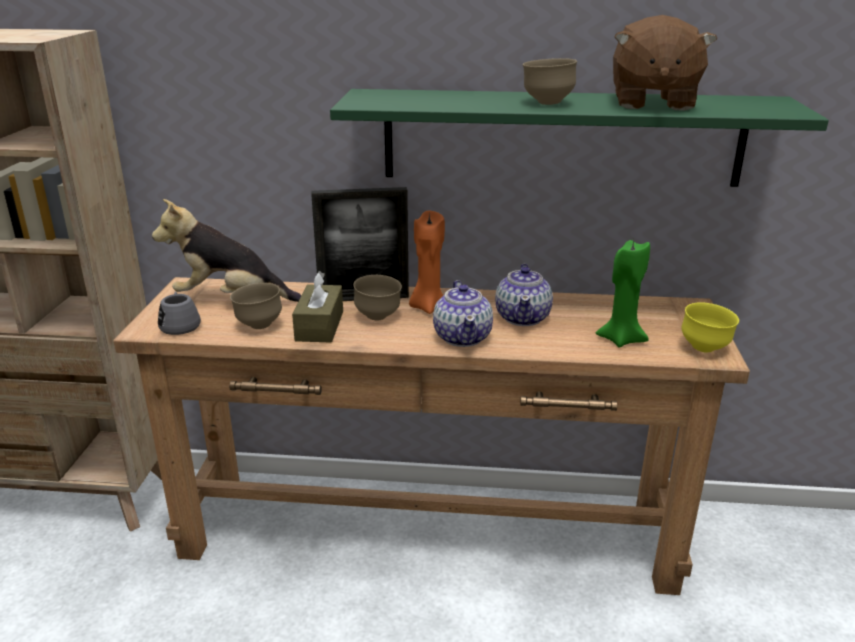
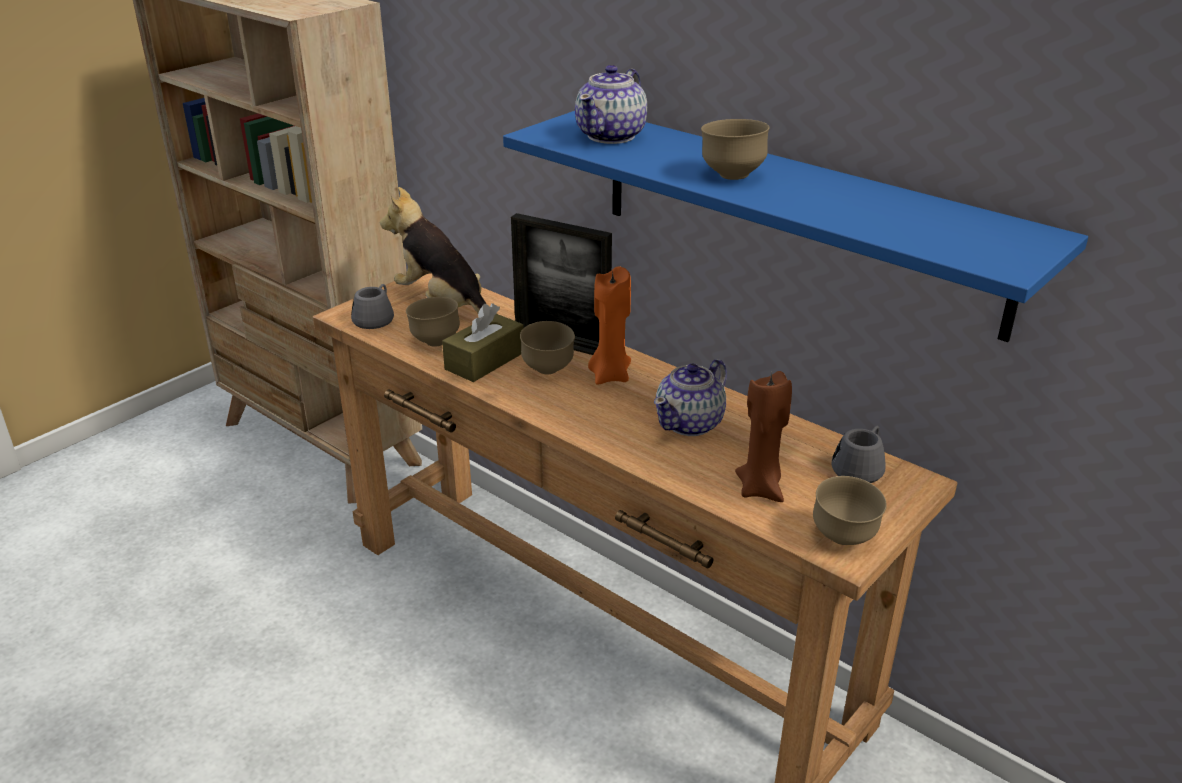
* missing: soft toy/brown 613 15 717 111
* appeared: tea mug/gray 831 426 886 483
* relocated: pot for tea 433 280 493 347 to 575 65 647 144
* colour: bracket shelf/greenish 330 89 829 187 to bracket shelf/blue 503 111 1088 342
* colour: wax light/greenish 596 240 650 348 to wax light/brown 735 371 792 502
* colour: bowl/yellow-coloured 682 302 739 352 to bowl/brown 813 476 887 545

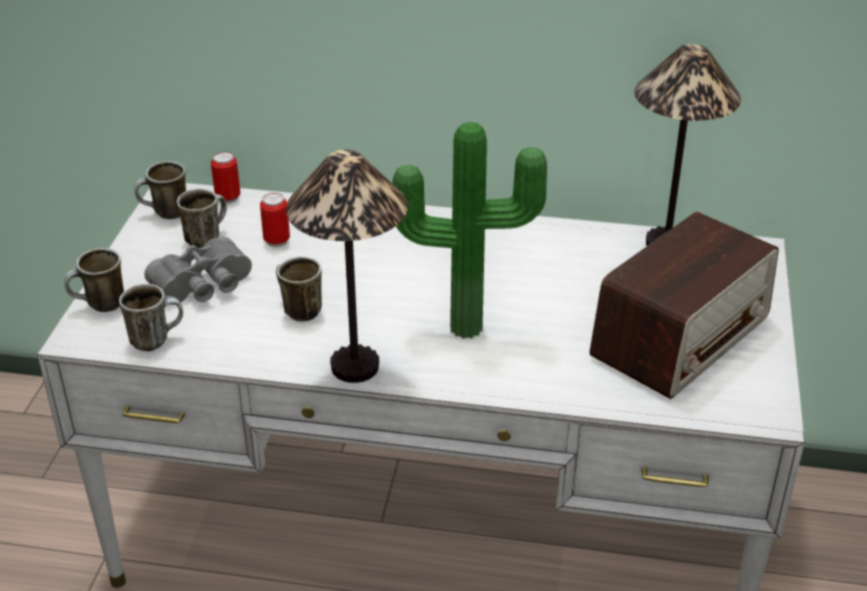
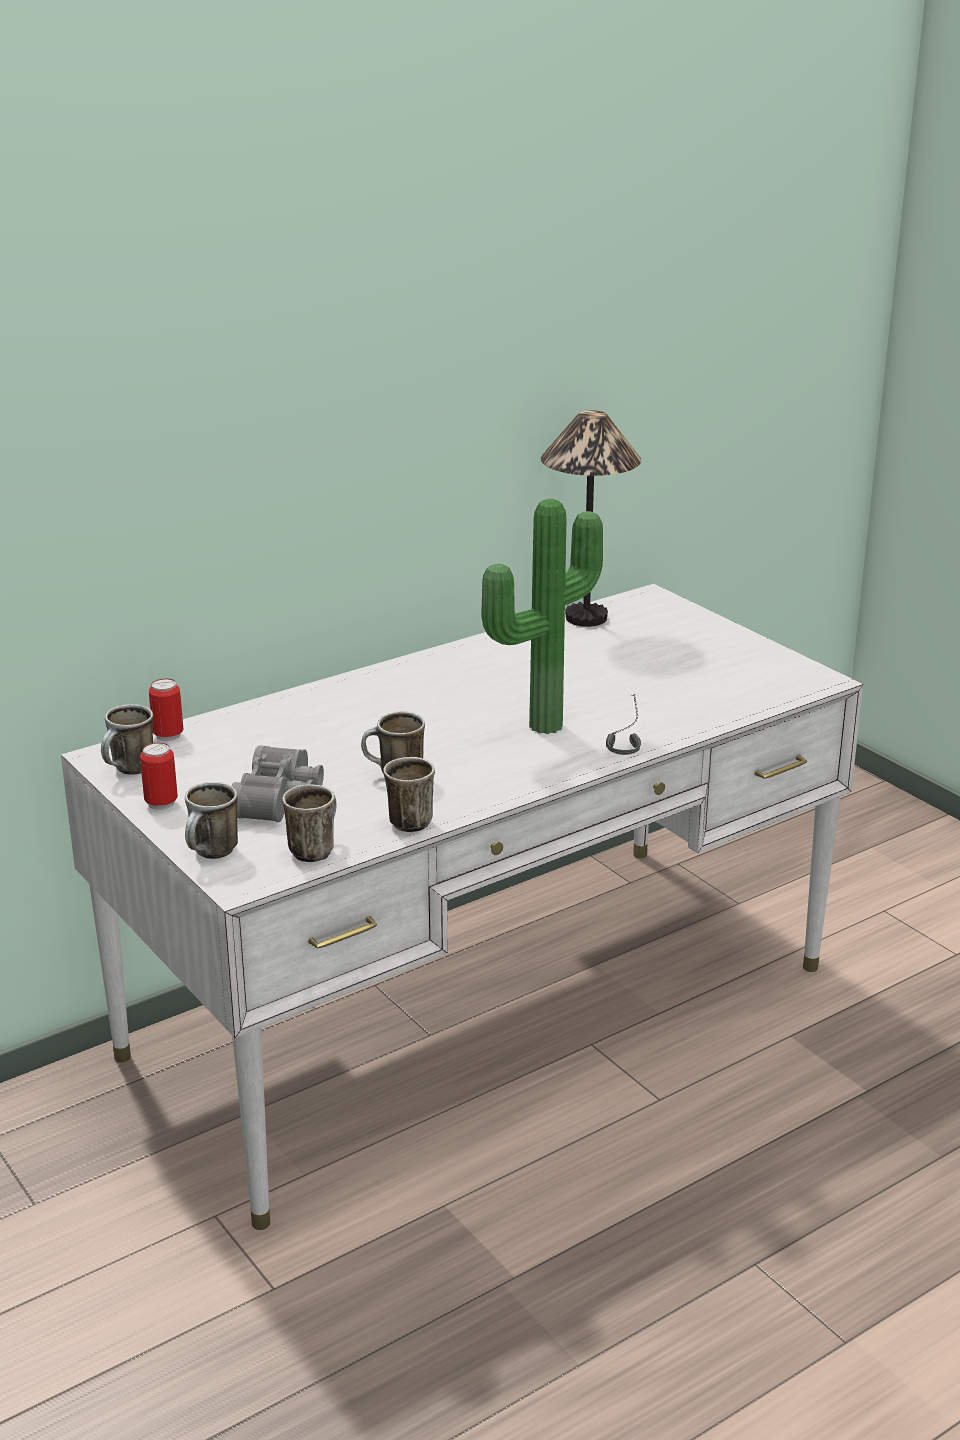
* missing: lamp for a table 286 150 408 383
* missing: radio receiver 589 212 779 399
* appeared: headphones 606 694 641 755
* relocated: tea mug 177 189 227 248 to 383 757 435 833
* relocated: can 260 193 290 247 to 140 743 178 810

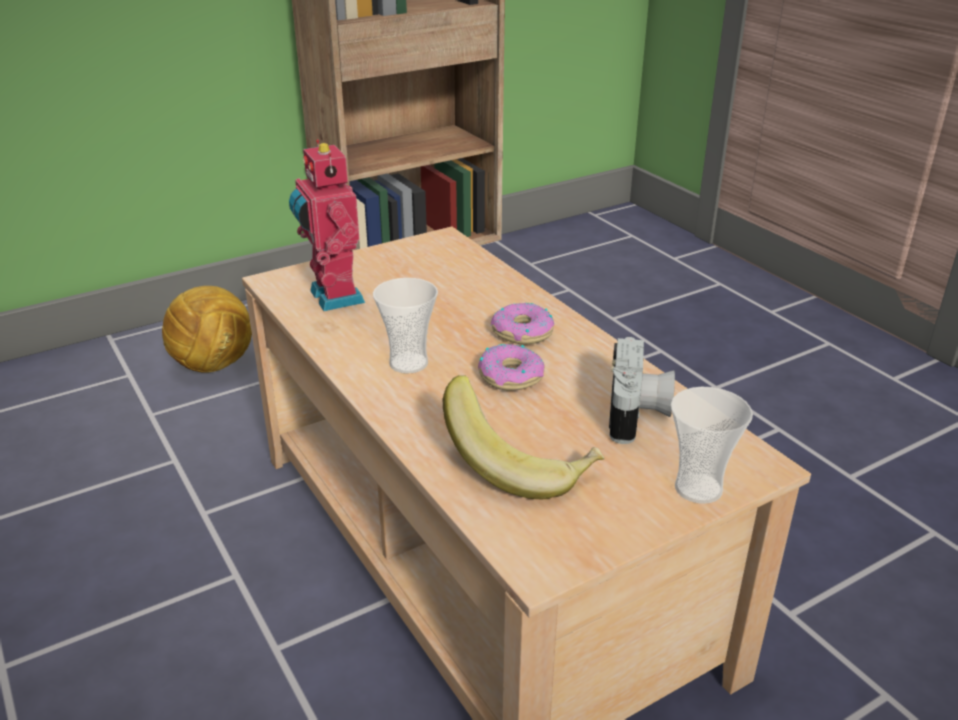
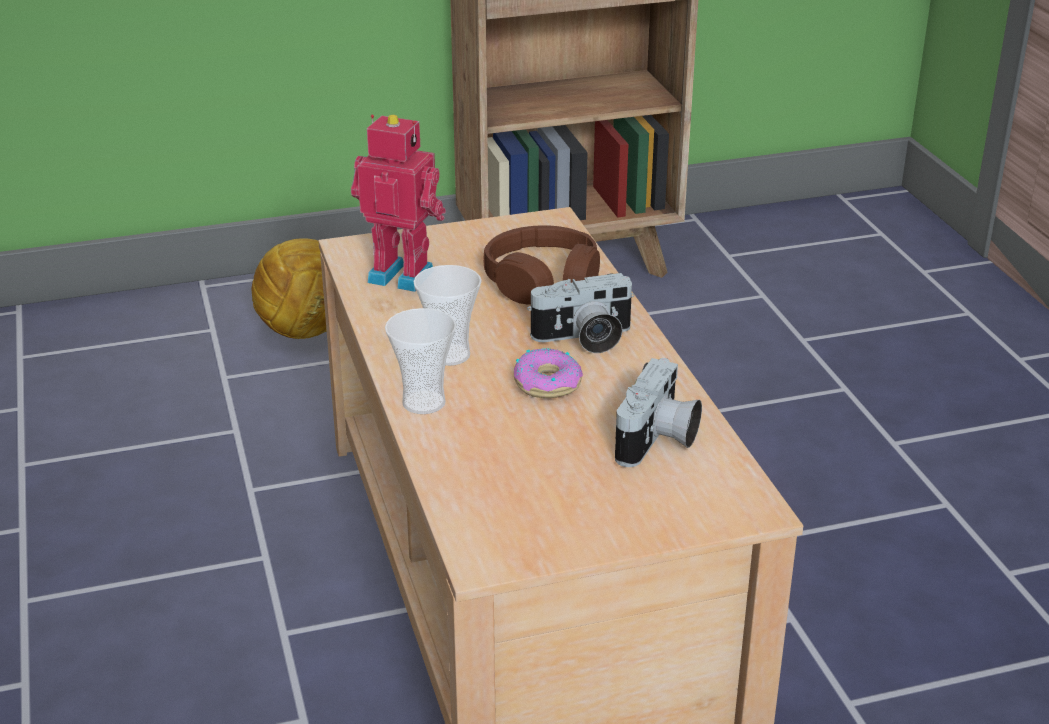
* missing: whole banana 443 375 605 499
* appeared: headphones/brown 483 225 600 305
* relocated: cup 671 387 753 504 to 385 308 457 414
* exchanged: ring doughnut 491 302 554 344 to photo camera 527 273 635 353
* spun: robot figure 289 140 365 311 = 351 115 446 292 120 degrees clockwise

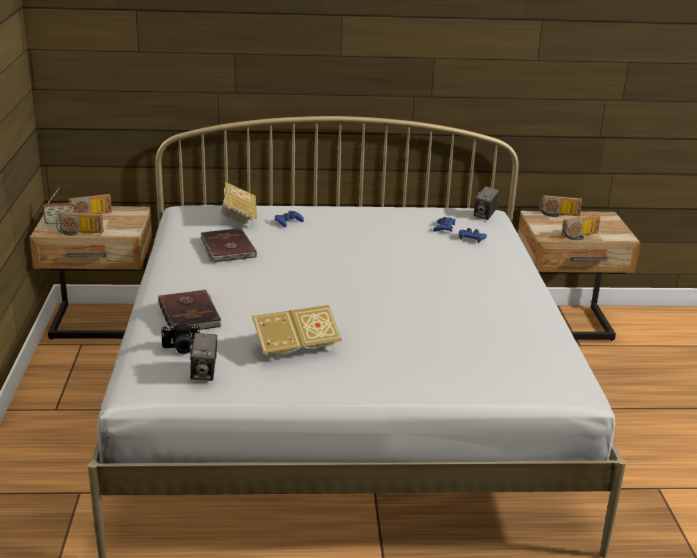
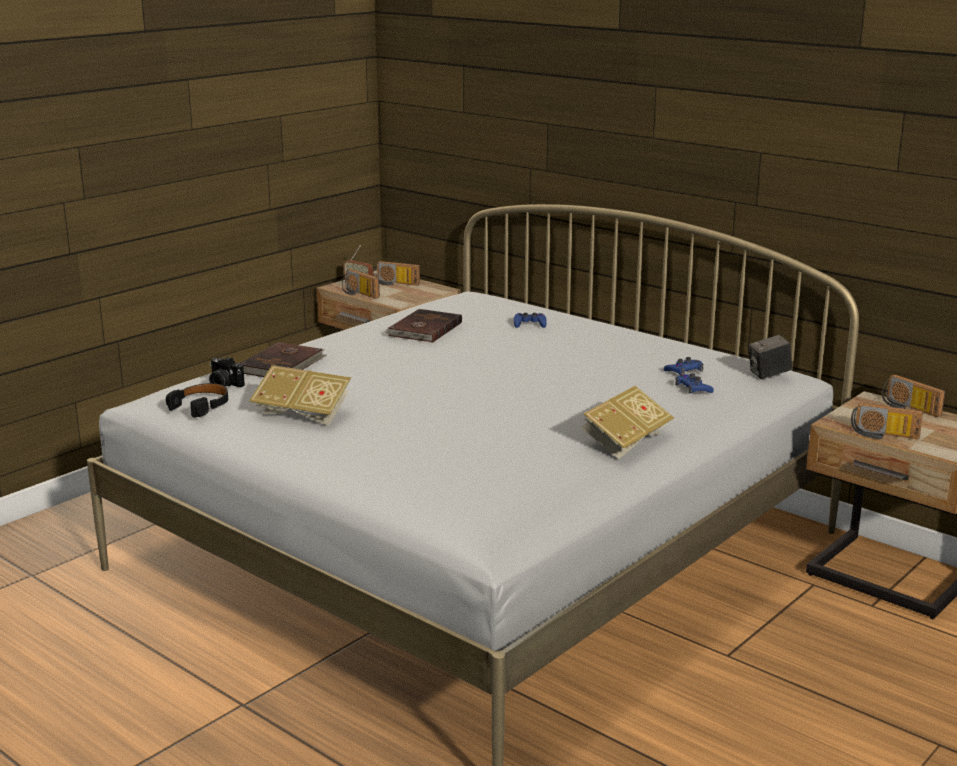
* relocated: book 220 182 257 227 to 581 386 674 459
* exchanged: photo camera 189 333 217 381 to headphones/black 166 383 228 418

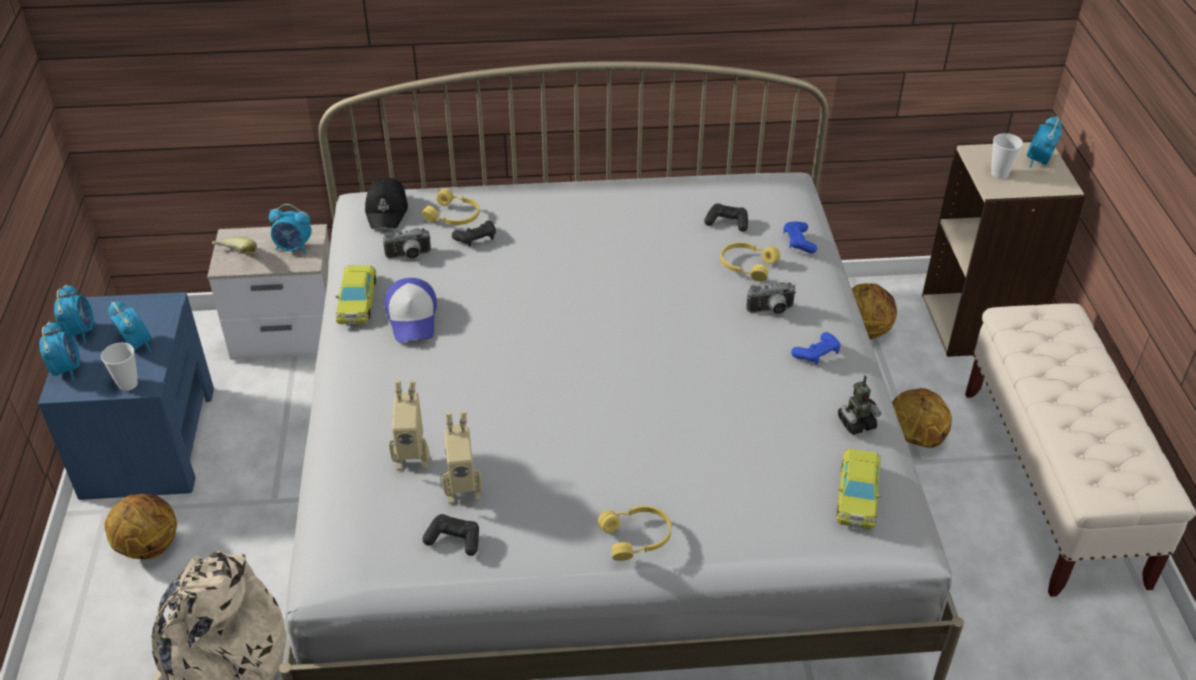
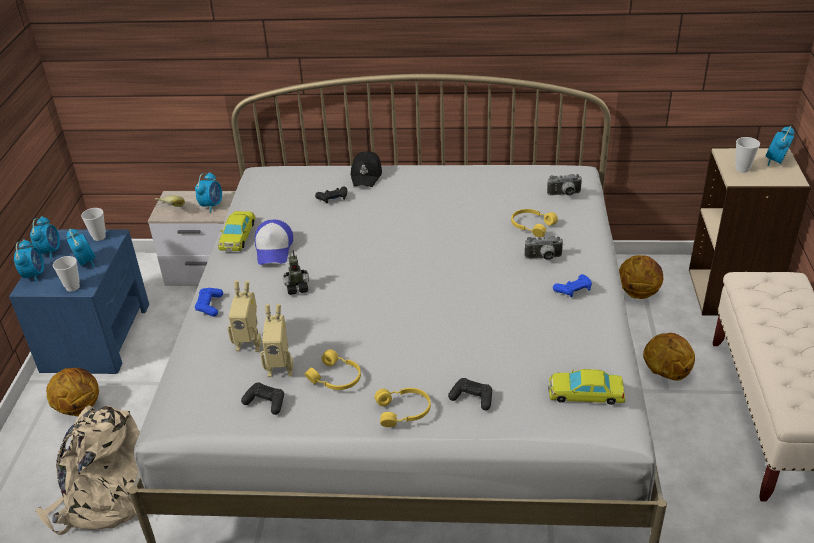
* appeared: cup 81 208 106 241
* relocated: peaked cap/black 365 178 408 229 to 351 151 382 187
* relocated: photo camera 383 228 431 259 to 547 174 583 196
* relocated: headphones/yellow-coloured 422 189 479 225 to 304 349 361 390
* relocated: joypad/black 704 203 748 232 to 448 378 492 410
* relocated: joypad/blue 784 221 817 253 to 195 288 223 316
* relocated: robot figure 838 375 881 435 to 282 250 309 295
* spun: alarm clock 269 204 311 254 = 195 172 222 212 90 degrees counterclockwise
* spun: model car/yellow-coloured 837 449 881 529 = 548 369 625 405 75 degrees clockwise

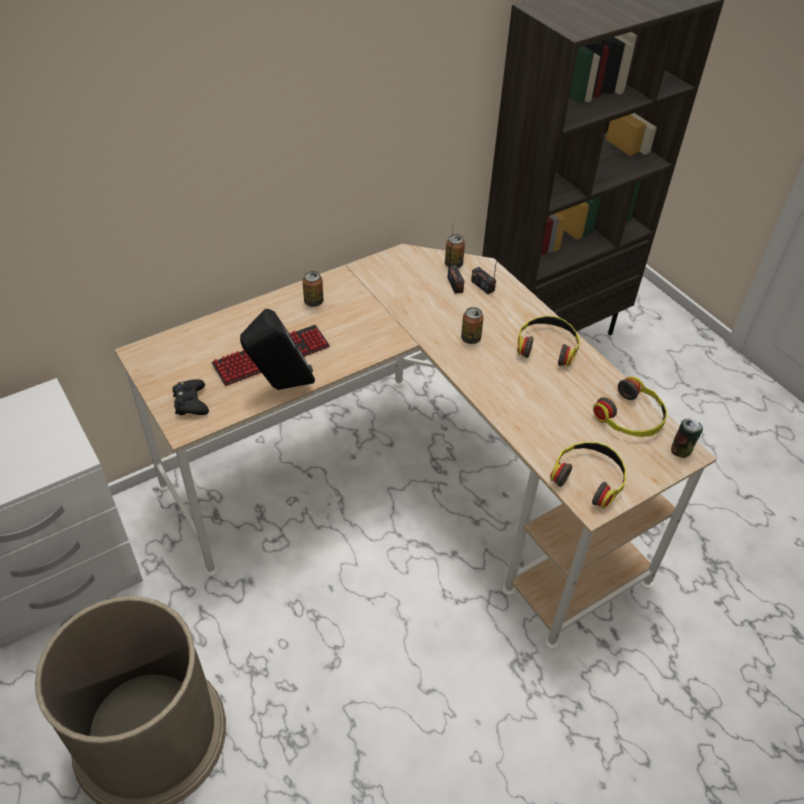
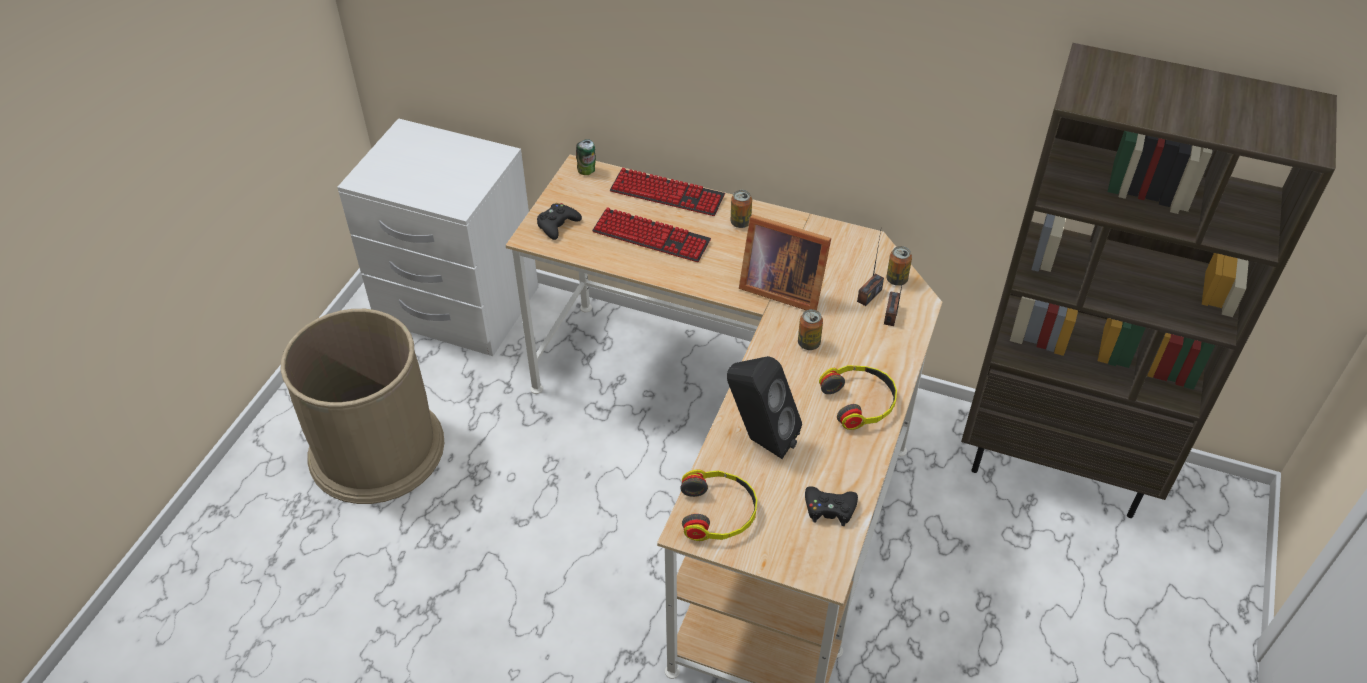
* appeared: keyboard 610 168 725 216
* appeared: photo frame 739 214 831 310
* relocated: audio speaker/black 240 309 315 390 to 727 356 802 459
* relocated: can 671 419 703 458 to 576 139 596 175
* exchanged: headphones 593 376 667 437 to joypad/black 805 487 858 526

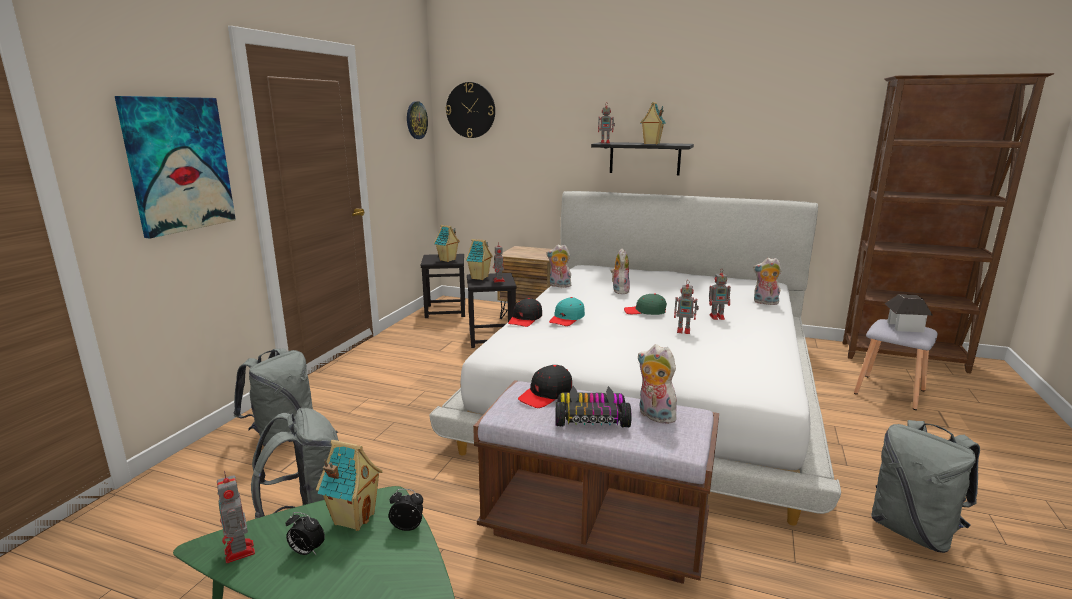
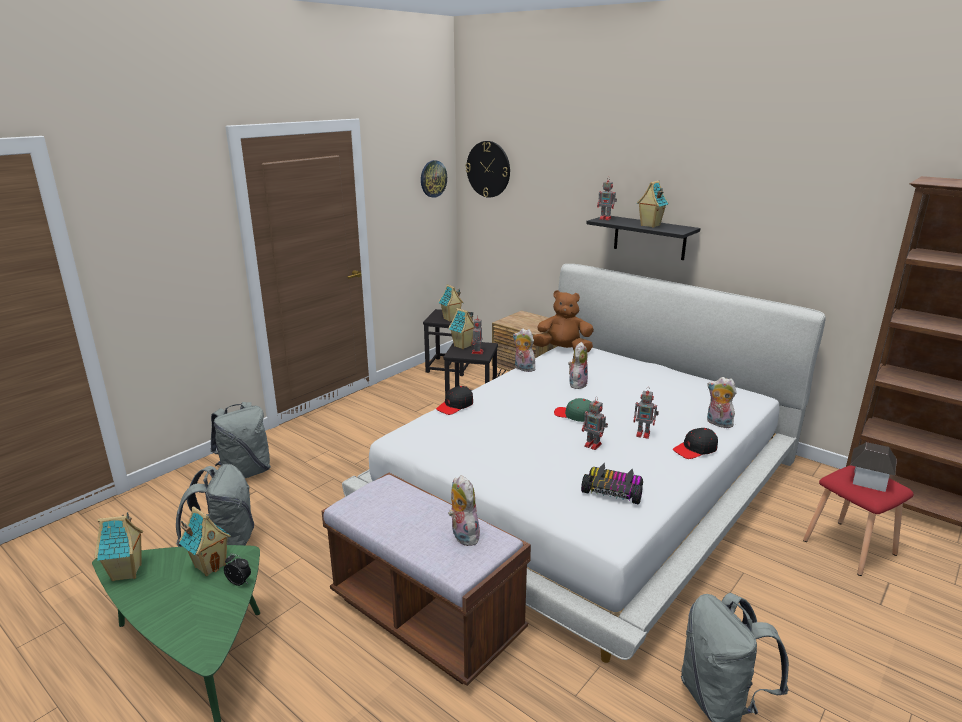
* missing: picture 115 96 236 239
* missing: alarm clock 286 512 325 556
* missing: peaked cap/blue-green 549 297 585 326
* appeared: soft toy/brown 533 290 594 352
* relocated: peaked cap/black 518 365 572 408 to 673 428 718 459
* relocated: model car 556 386 632 427 to 581 463 643 504
* exchanged: robot figure 217 471 255 563 to model house 95 512 143 581
* colour: stool/gray 854 319 938 410 to stool/red-coloured 803 465 914 576

